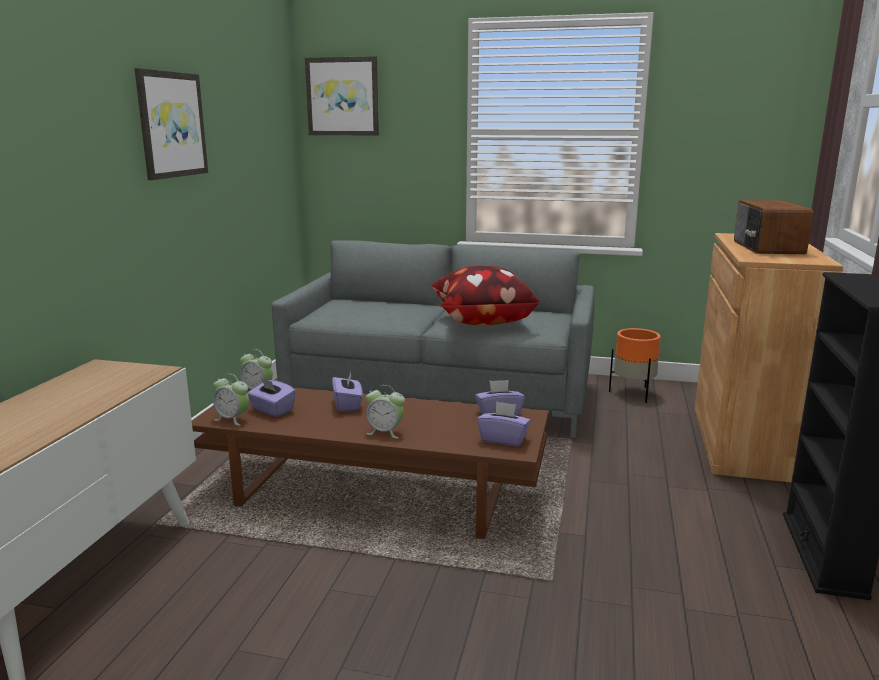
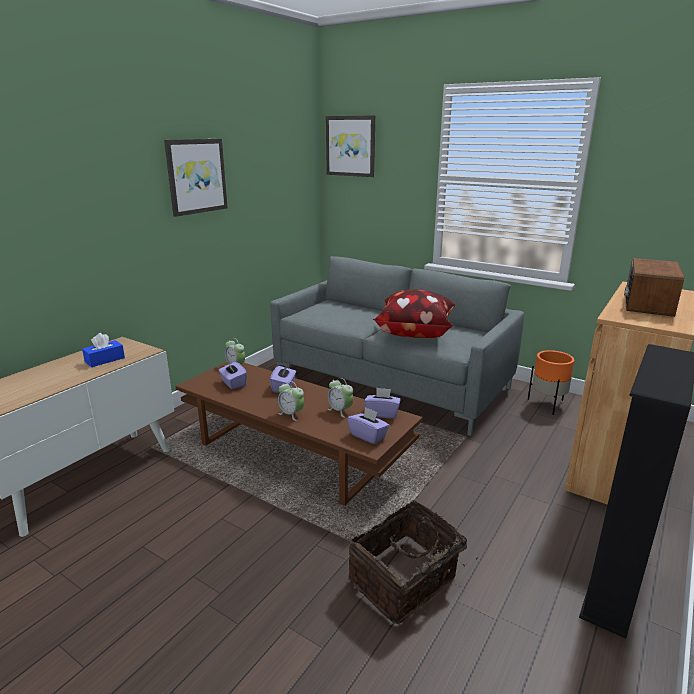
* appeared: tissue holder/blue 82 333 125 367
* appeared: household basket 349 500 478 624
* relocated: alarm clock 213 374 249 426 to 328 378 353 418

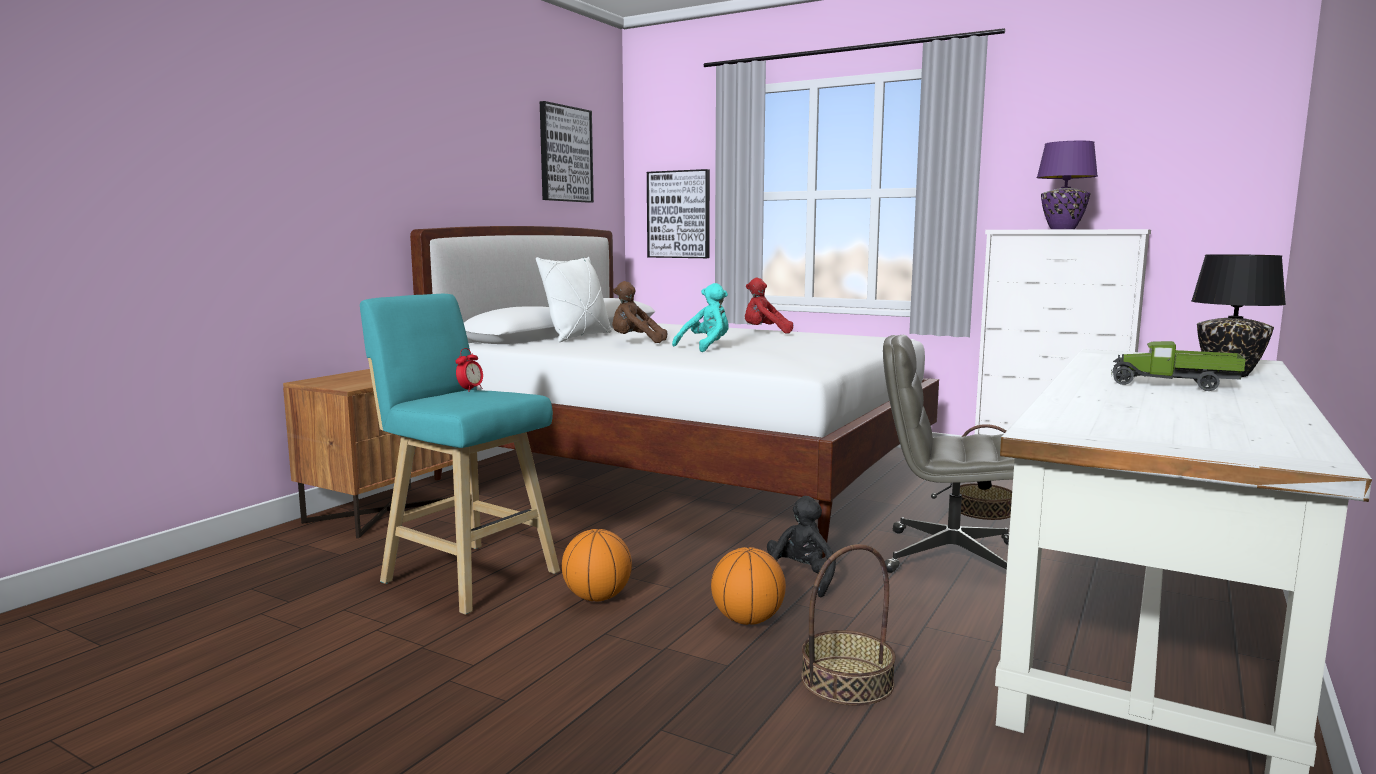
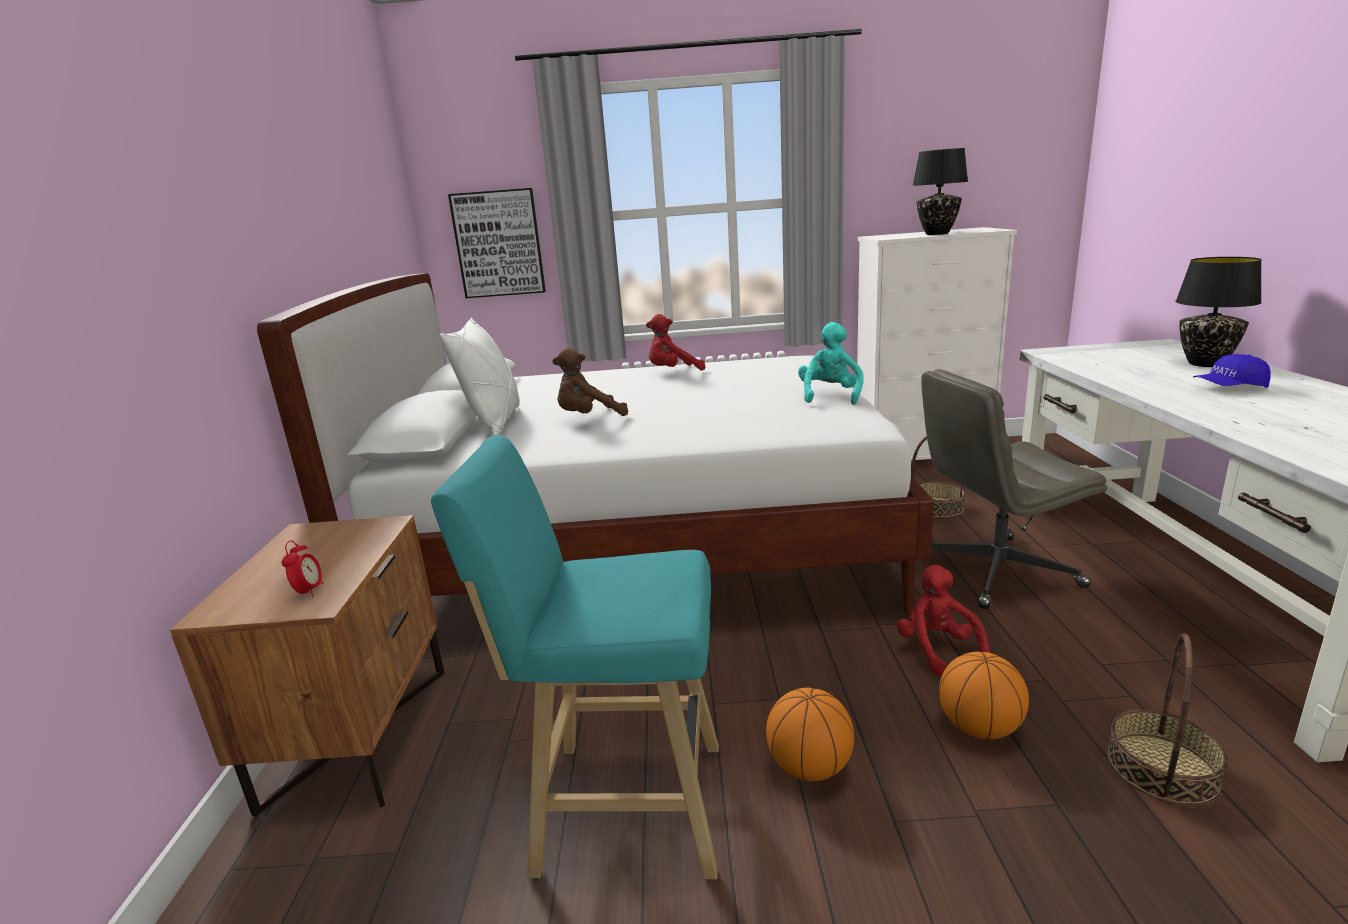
* missing: picture 540 101 594 203
* relocated: alarm clock 455 348 483 392 to 282 540 324 597
* relocated: soft toy/blue-green 672 283 729 352 to 798 322 864 405
* exchanged: toy truck 1111 341 1246 391 to peaked cap/blue 1193 354 1271 387
* colour: soft toy/black 767 496 836 598 to soft toy/red-coloured 896 564 990 675
* colour: lamp for a table/purple 1037 141 1098 229 to lamp for a table/black 912 148 968 235

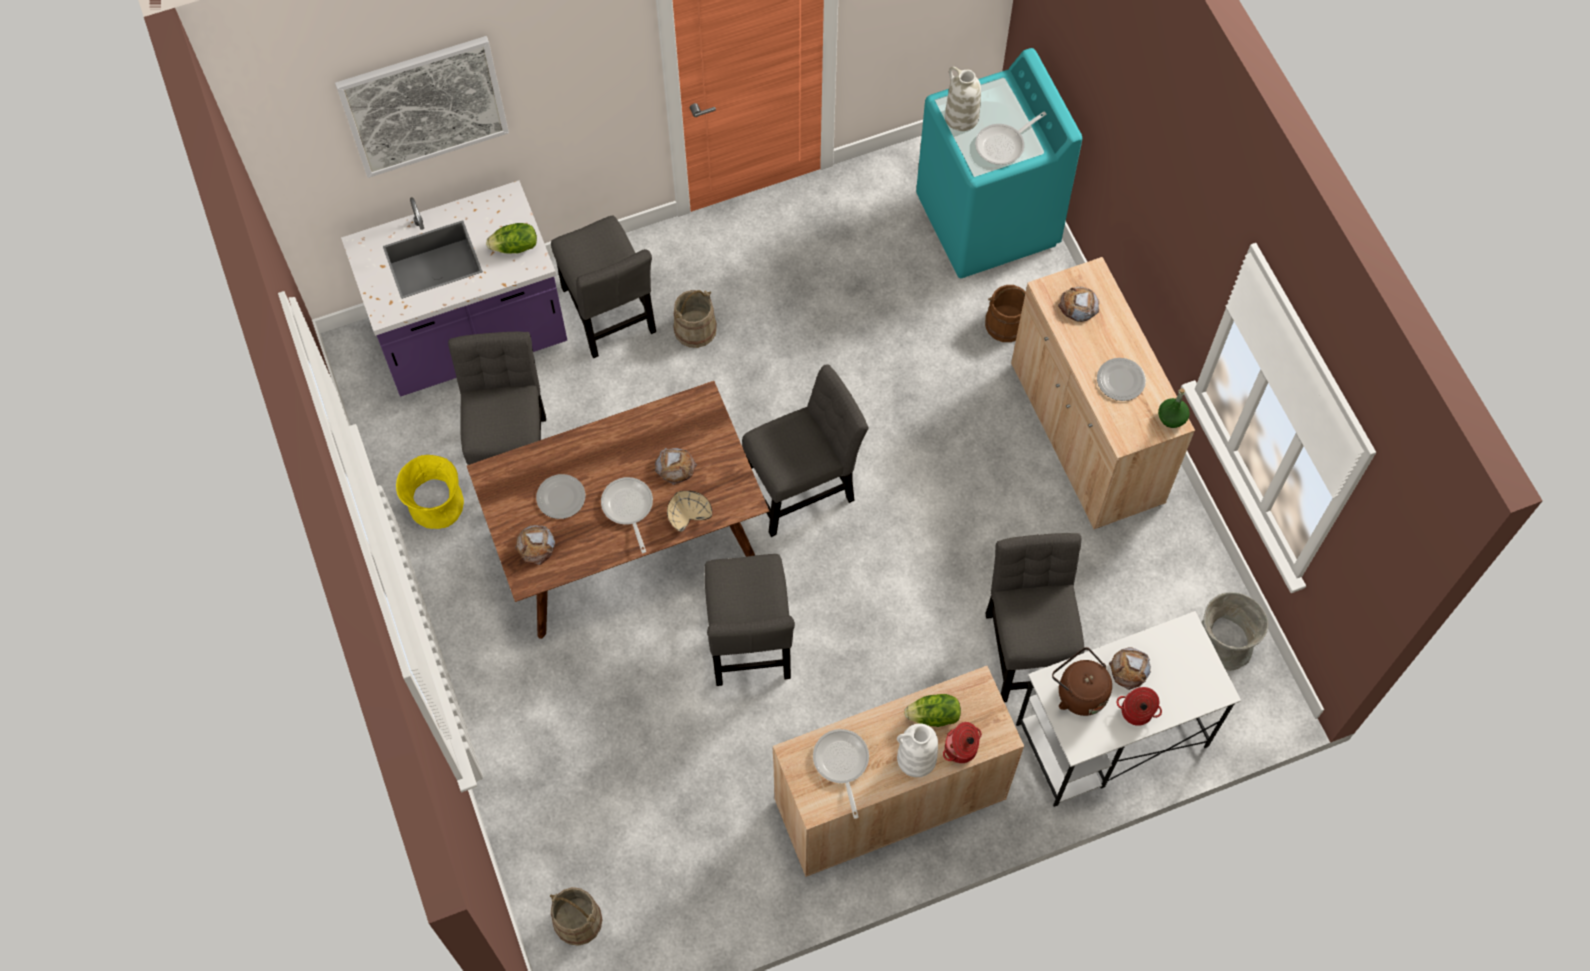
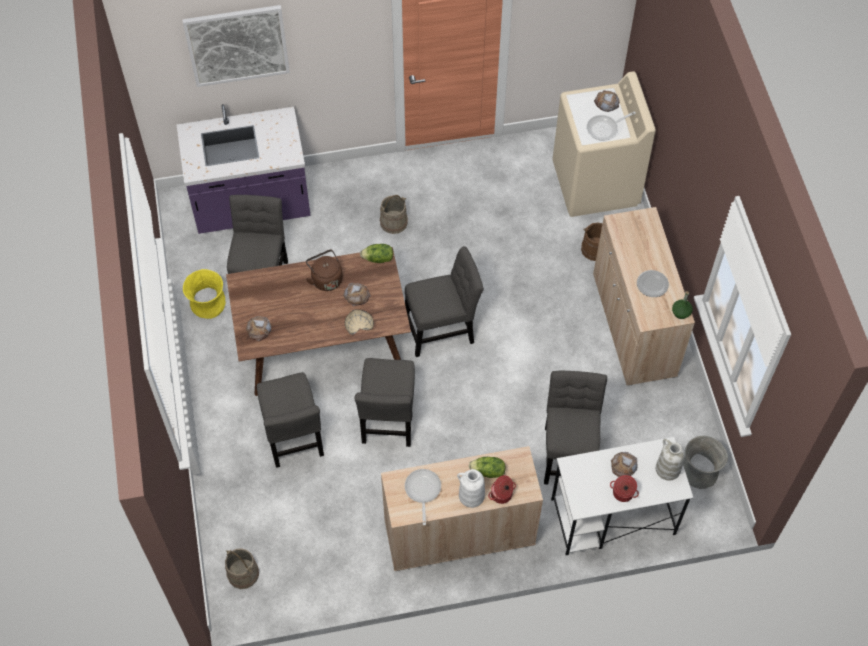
* missing: plate 536 474 585 519
* missing: frying pan 601 477 653 553
* relocated: lettuce head 486 223 537 254 to 360 244 393 263
* relocated: chair/gray 551 215 656 358 to 257 372 324 468
* relocated: vase/white 945 67 981 131 to 656 439 685 481
* relocated: water kettle/brown 1052 647 1112 716 to 306 250 343 291
* relocated: bread 1058 287 1099 322 to 594 90 620 112
* colour: washing machine/blue-green 916 48 1082 278 to washing machine/beige 553 71 656 217

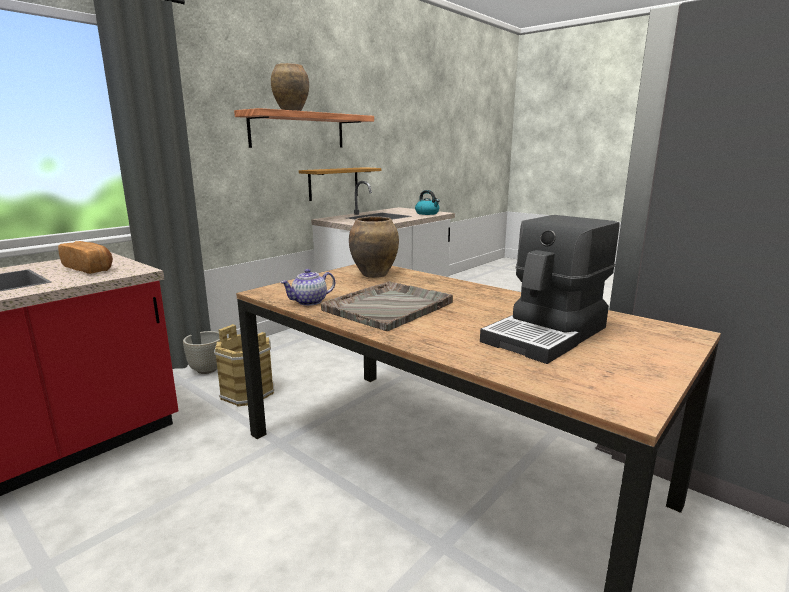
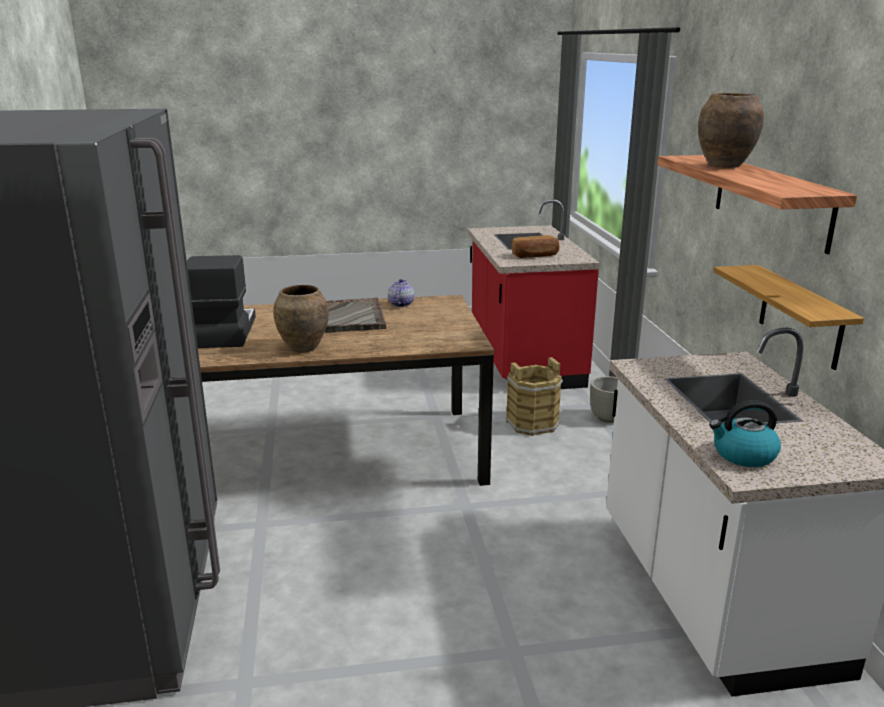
* relocated: vase/brown 349 216 399 278 to 273 285 329 353

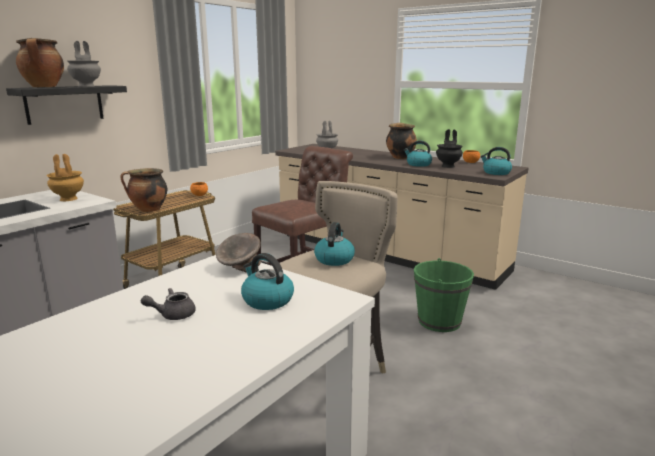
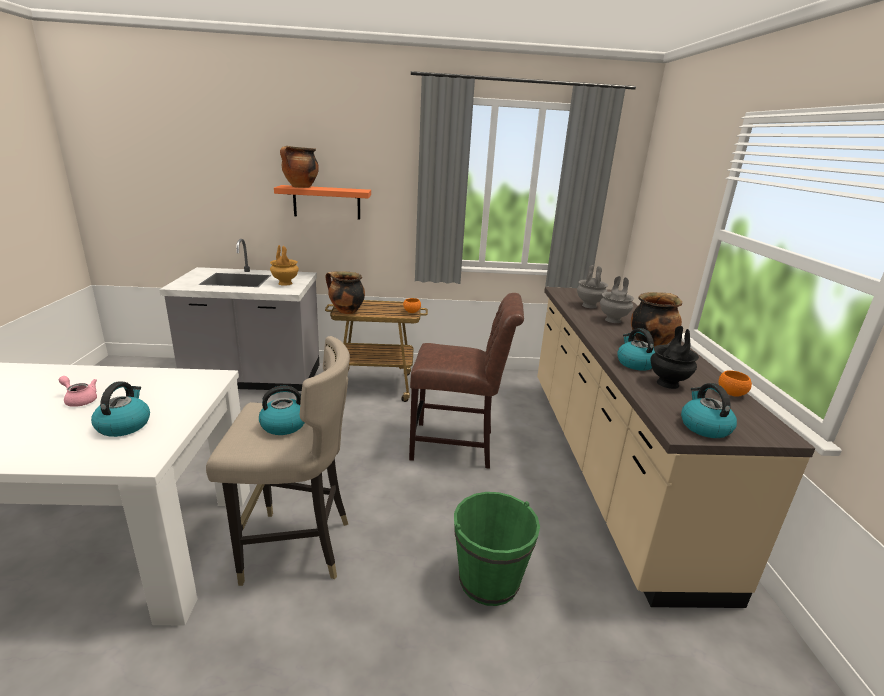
* missing: bowl/gray 216 233 261 273
* relocated: vase/gray 67 41 101 87 to 600 276 634 323
* colour: bracket shelf/black 6 85 127 125 to bracket shelf/orange 274 185 371 220
* colour: pot for tea/gray 141 288 196 320 to pot for tea/pink-coloured 59 376 97 407

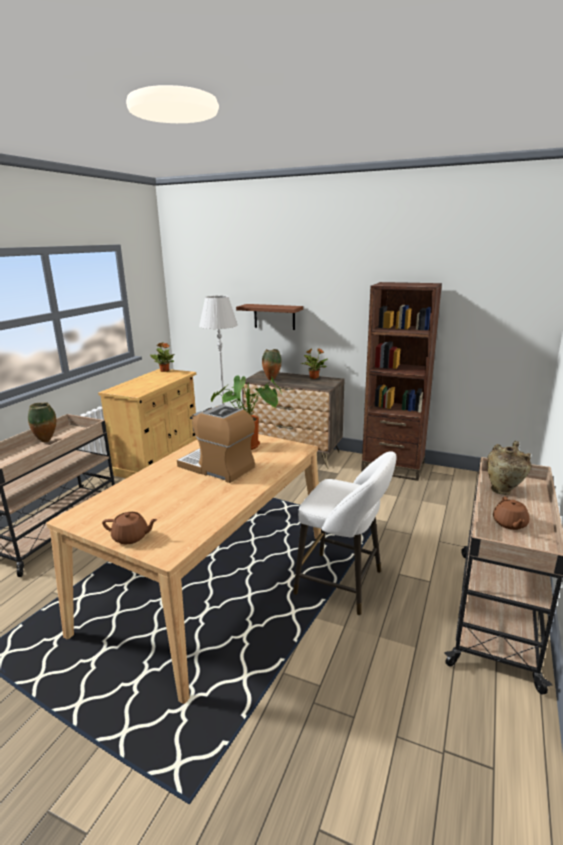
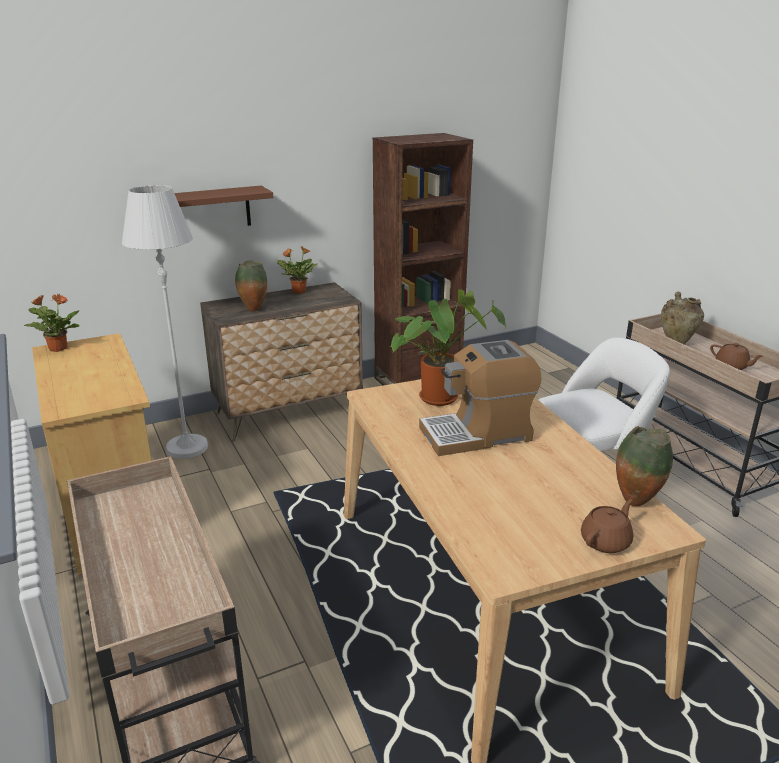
* relocated: vase 28 402 56 442 to 616 426 673 506

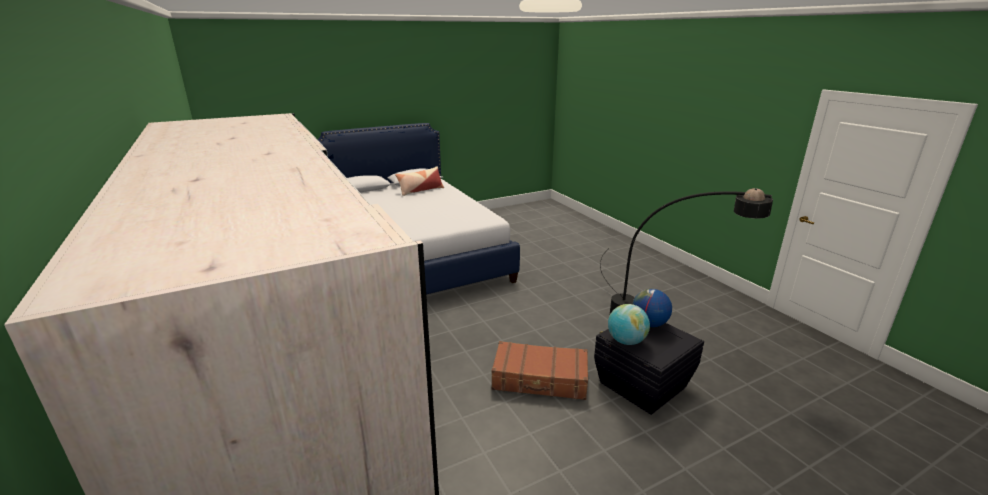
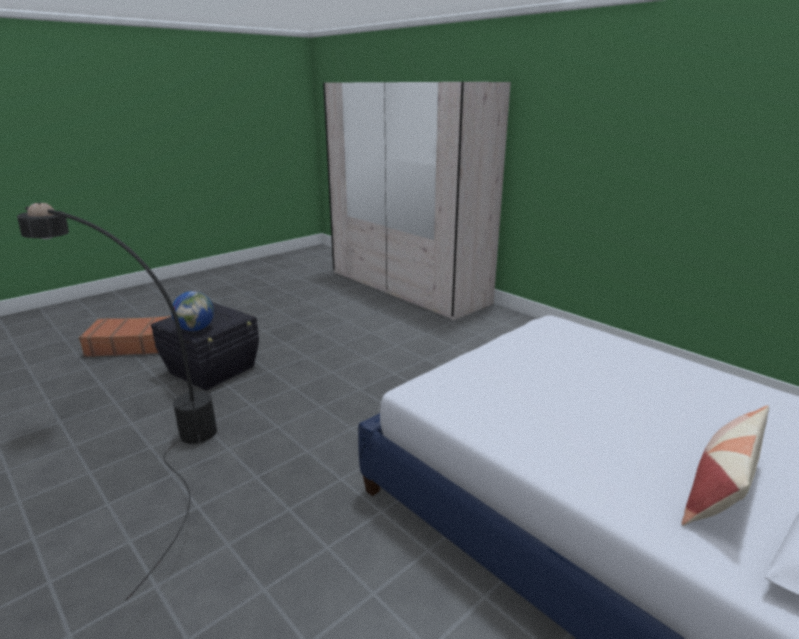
* missing: world globe 608 304 650 345
* relocated: piece of luggage/brown 491 341 588 400 to 79 316 171 357

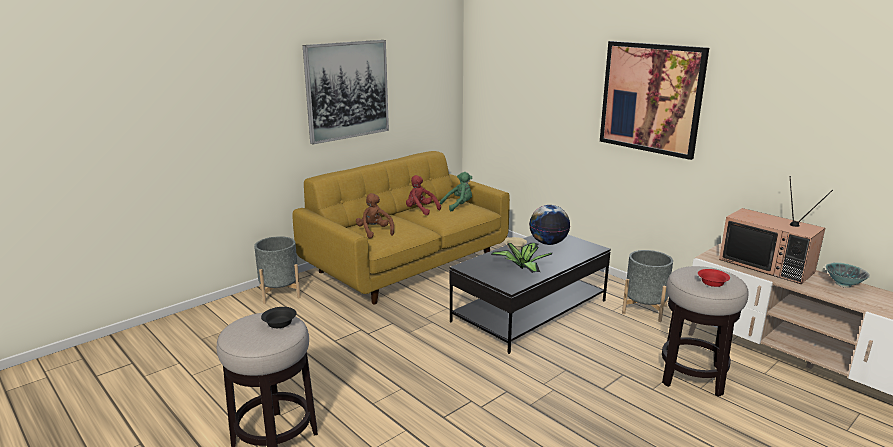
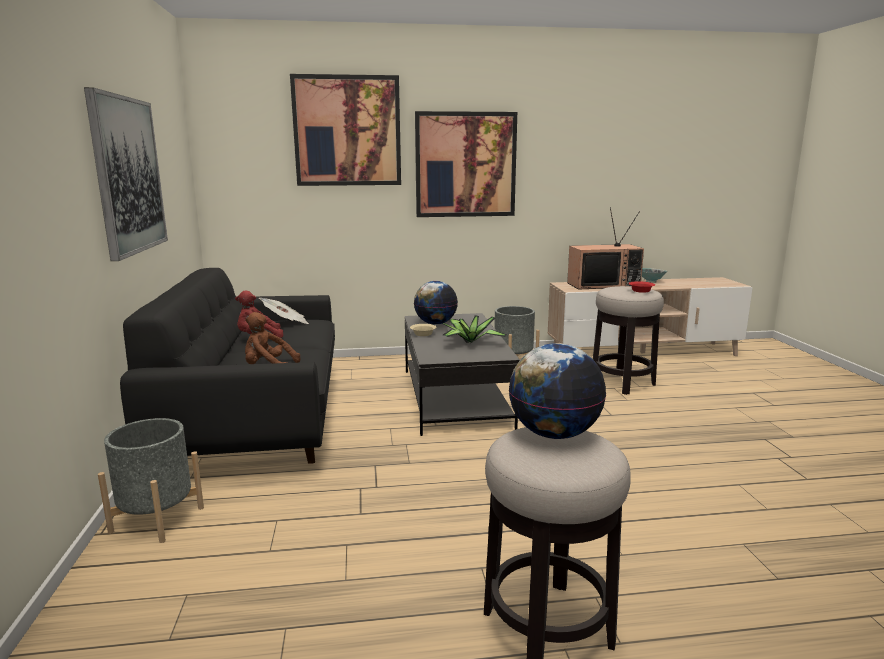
* appeared: picture 290 74 401 186
* exchanged: bowl/black 261 307 297 328 to world globe 509 343 606 439
* exchanged: soft toy/greenish 440 172 472 211 to printed paper 259 298 309 324
* colour: couch/yellow-coloured 292 151 510 305 to couch/black 120 268 335 464

